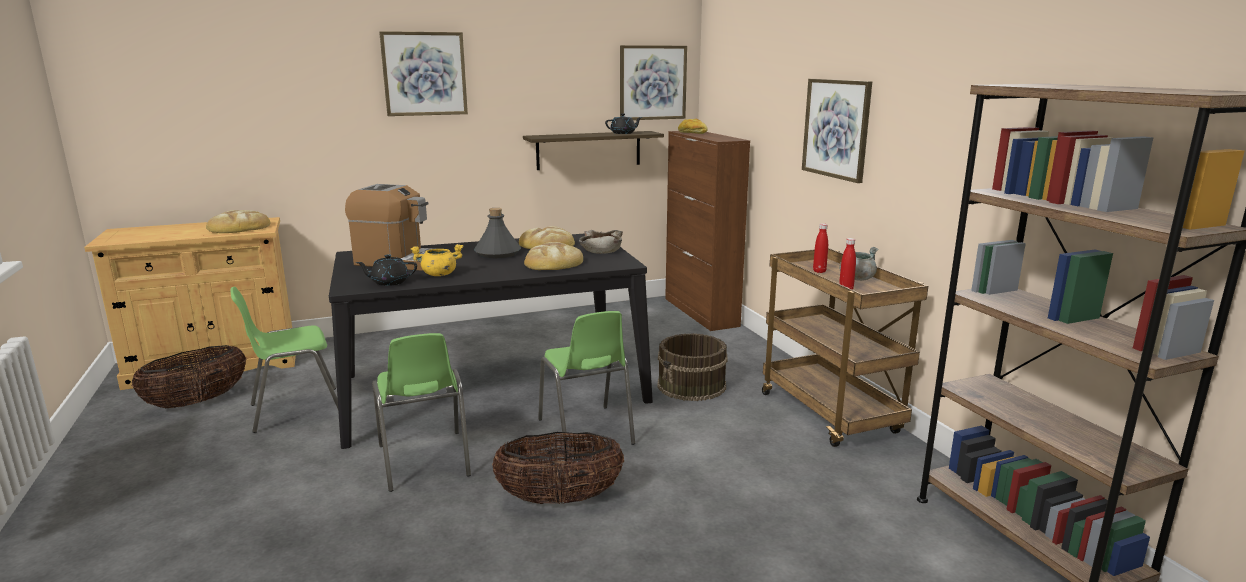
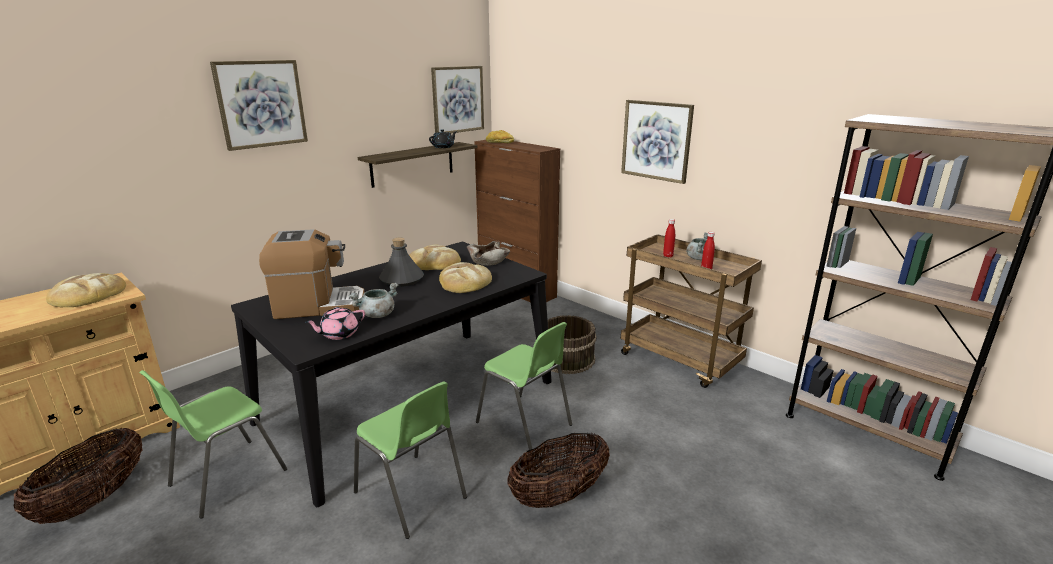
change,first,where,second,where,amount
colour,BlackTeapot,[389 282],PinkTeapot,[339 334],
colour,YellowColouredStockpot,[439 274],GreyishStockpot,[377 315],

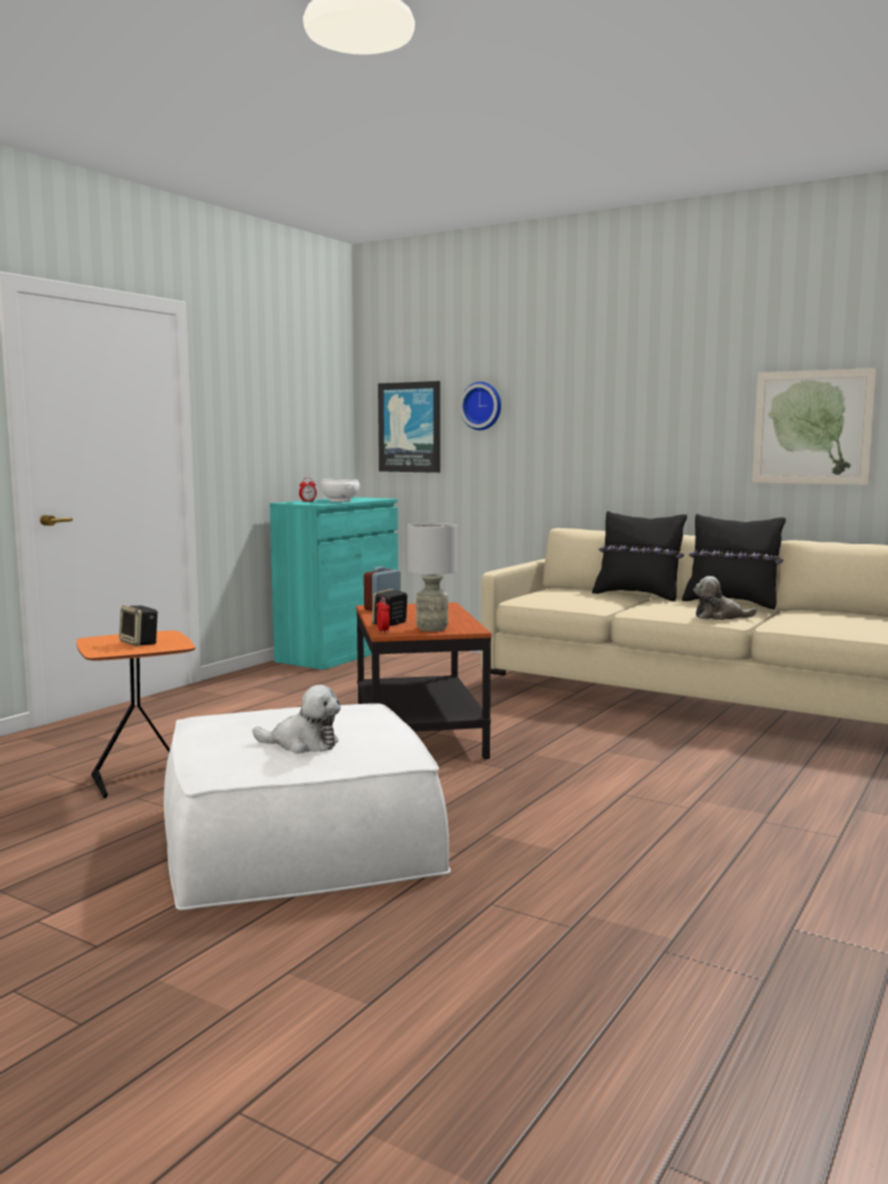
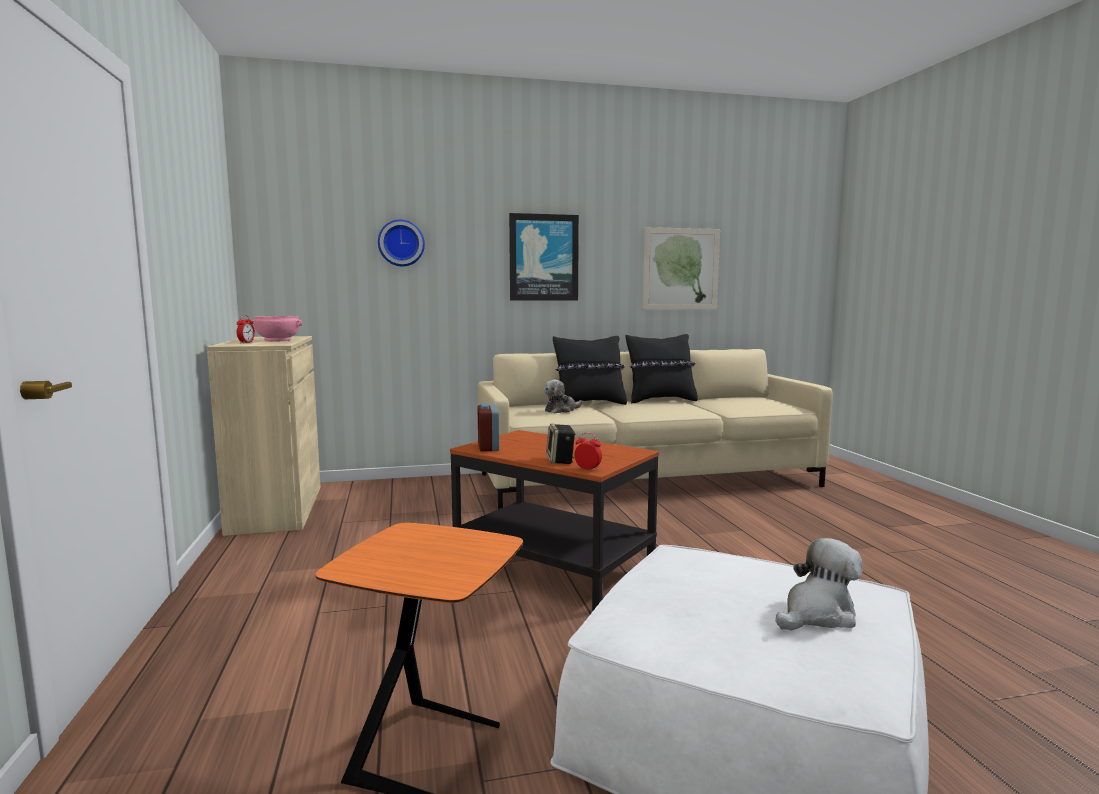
change,first,where,second,where,amount
colour,TurquoiseCupboard,[338 654],SandColouredCupboard,[277 509],
colour,WhitishServingBowl,[339 501],PinkServingBowl,[277 340],
relocated,Picture,[410 427],,[543 257],
relocated,SoftToy,[719 617],,[561 410],
missing,Speaker,[140 643],,,
missing,GreyishTabletopLamp,[432 629],,,

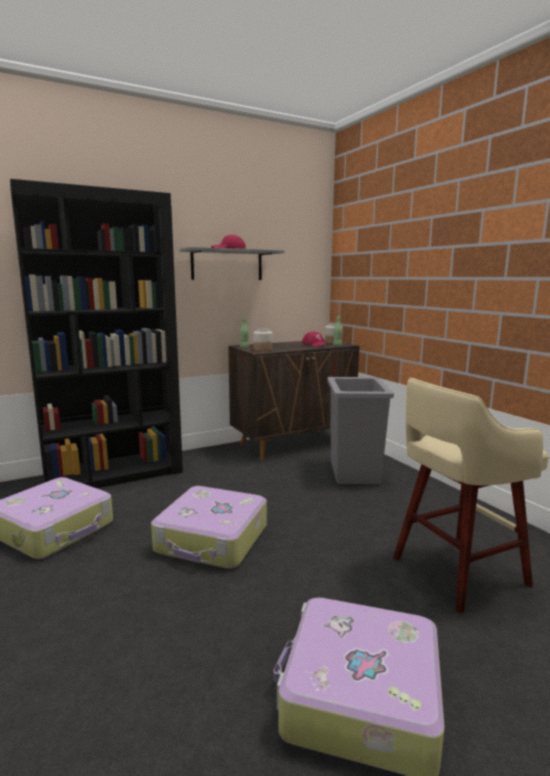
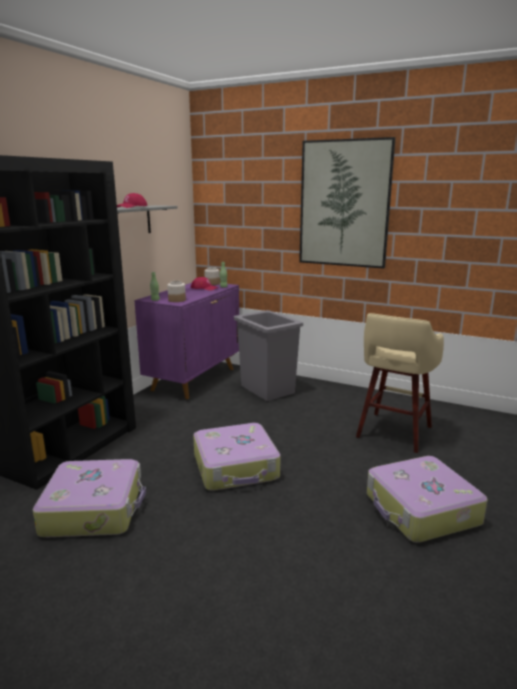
change,first,where,second,where,amount
colour,BrownColouredCupboard,[293 443],PurpleCupboard,[194 379],
appeared,,,Picture,[344 204],

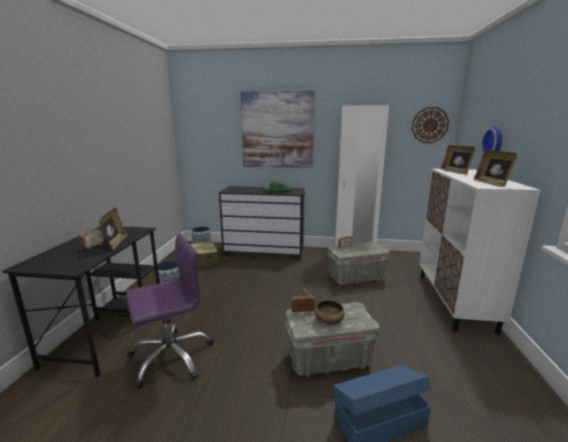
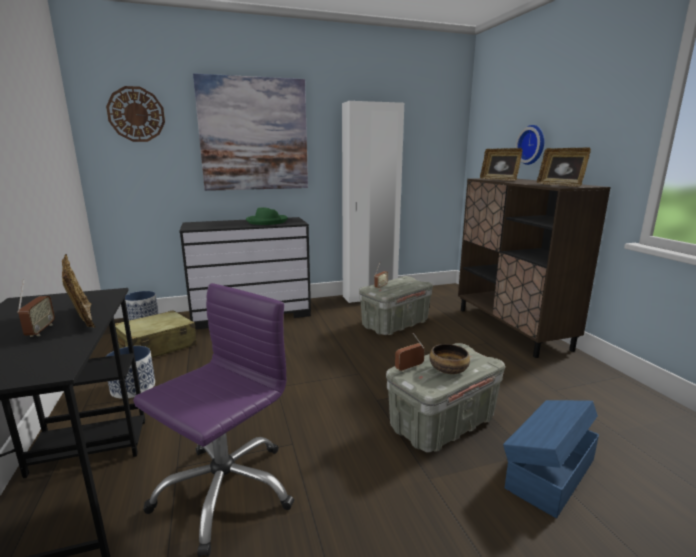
change,first,where,second,where,amount
relocated,WallClock,[429 125],,[136 114],
colour,WhitishCupboard,[454 301],BrownColouredCupboard,[511 328],

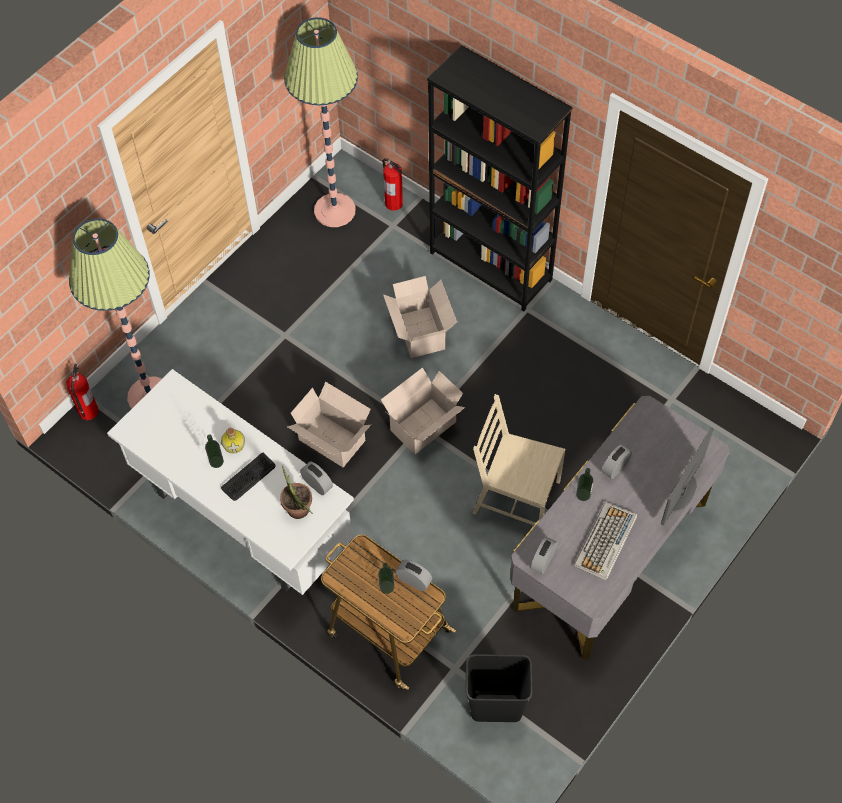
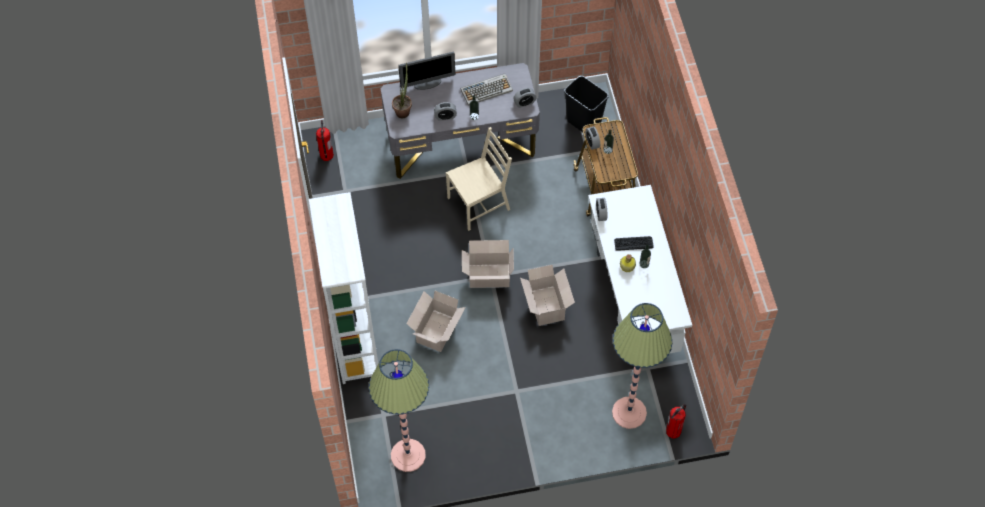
change,first,where,second,where,amount
colour,BlackBookcase,[491 266],WhitishBookcase,[354 340],
relocated,FireExtinguisher,[393 203],,[326 155],
relocated,Houseplant,[300 513],,[403 110],
spun,SandColouredUprightChair,[515 498],,[479 203],90 degrees counterclockwise

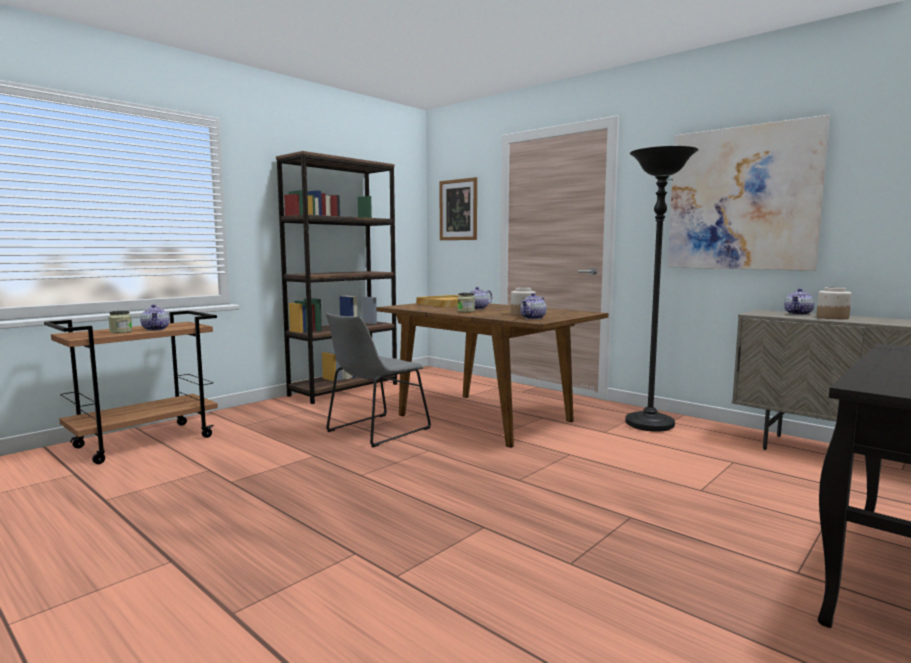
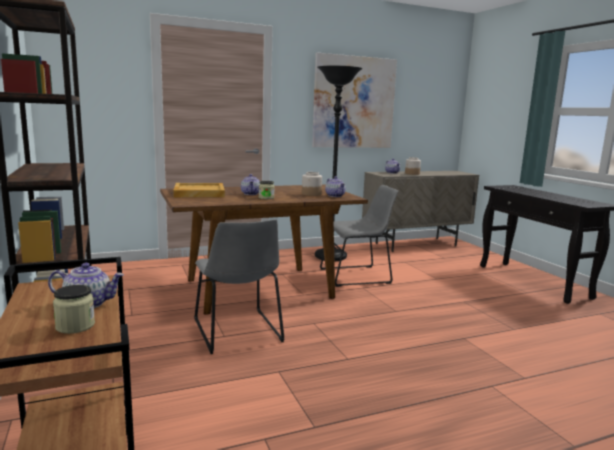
change,first,where,second,where,amount
appeared,,,GreyishUprightChair,[358 276],
missing,Picture,[458 210],,,

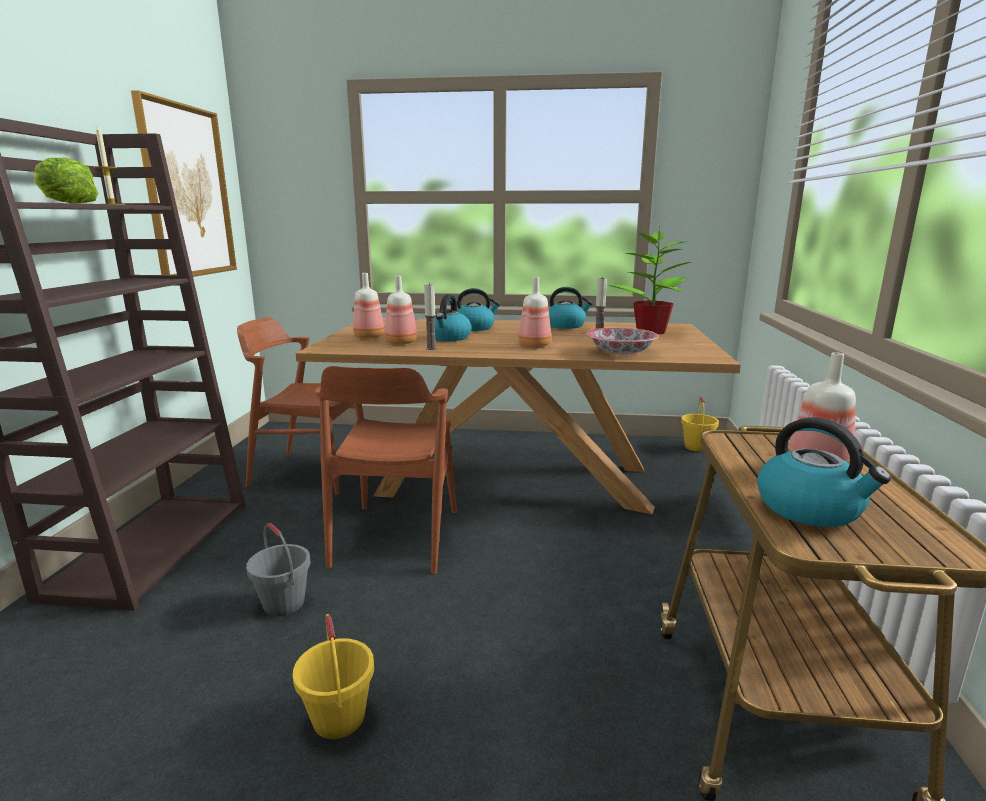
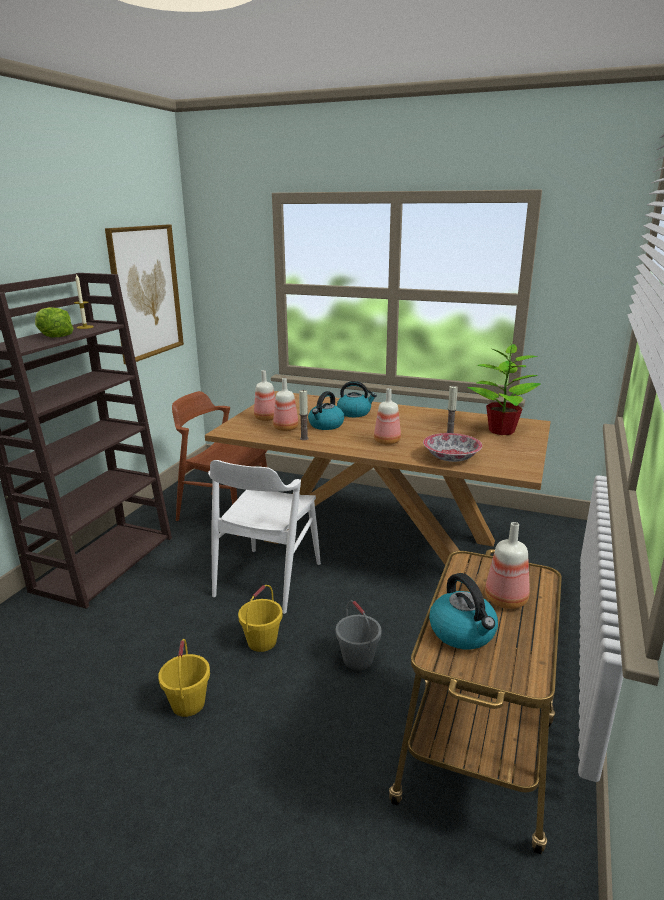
change,first,where,second,where,amount
colour,BrownColouredUprightChair,[396 537],WhitishUprightChair,[267 579],
relocated,YellowColouredBucket,[697 447],,[262 642],
relocated,GreyishBucket,[284 603],,[358 659],
missing,WaterKettle,[566 325],,,

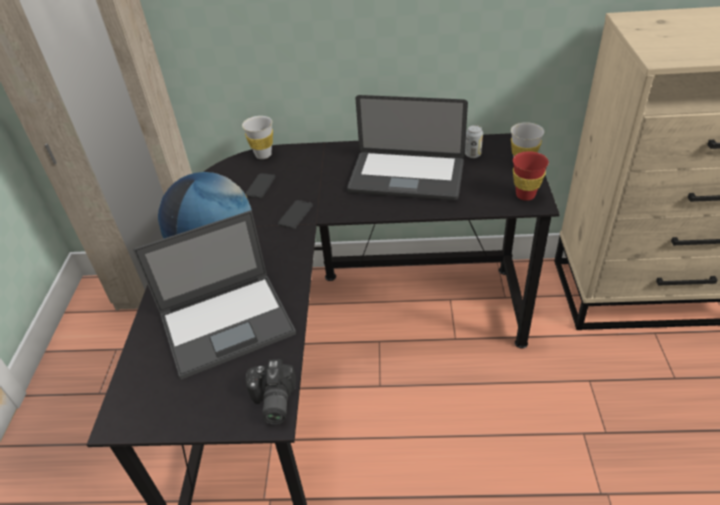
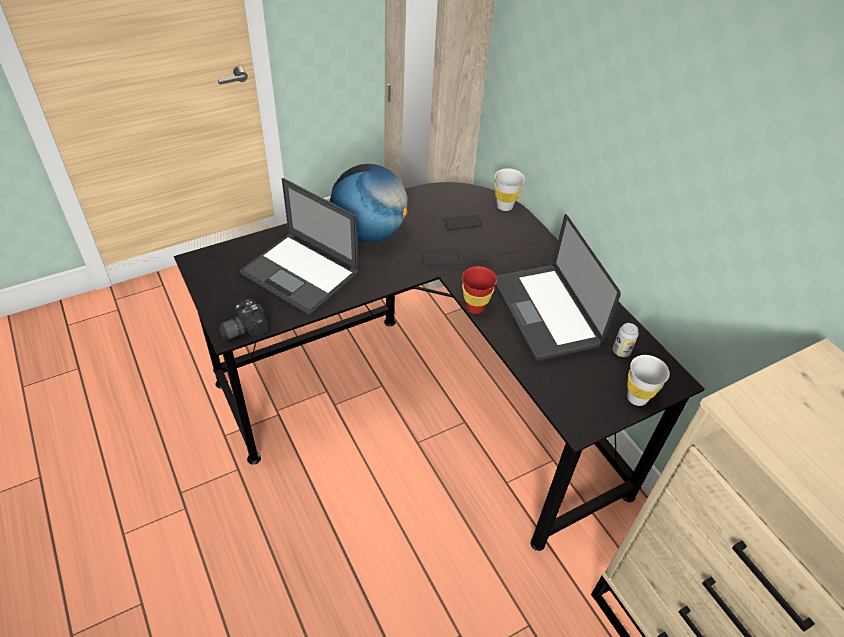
change,first,where,second,where,amount
relocated,ReddishSmallCup,[525 195],,[475 307],

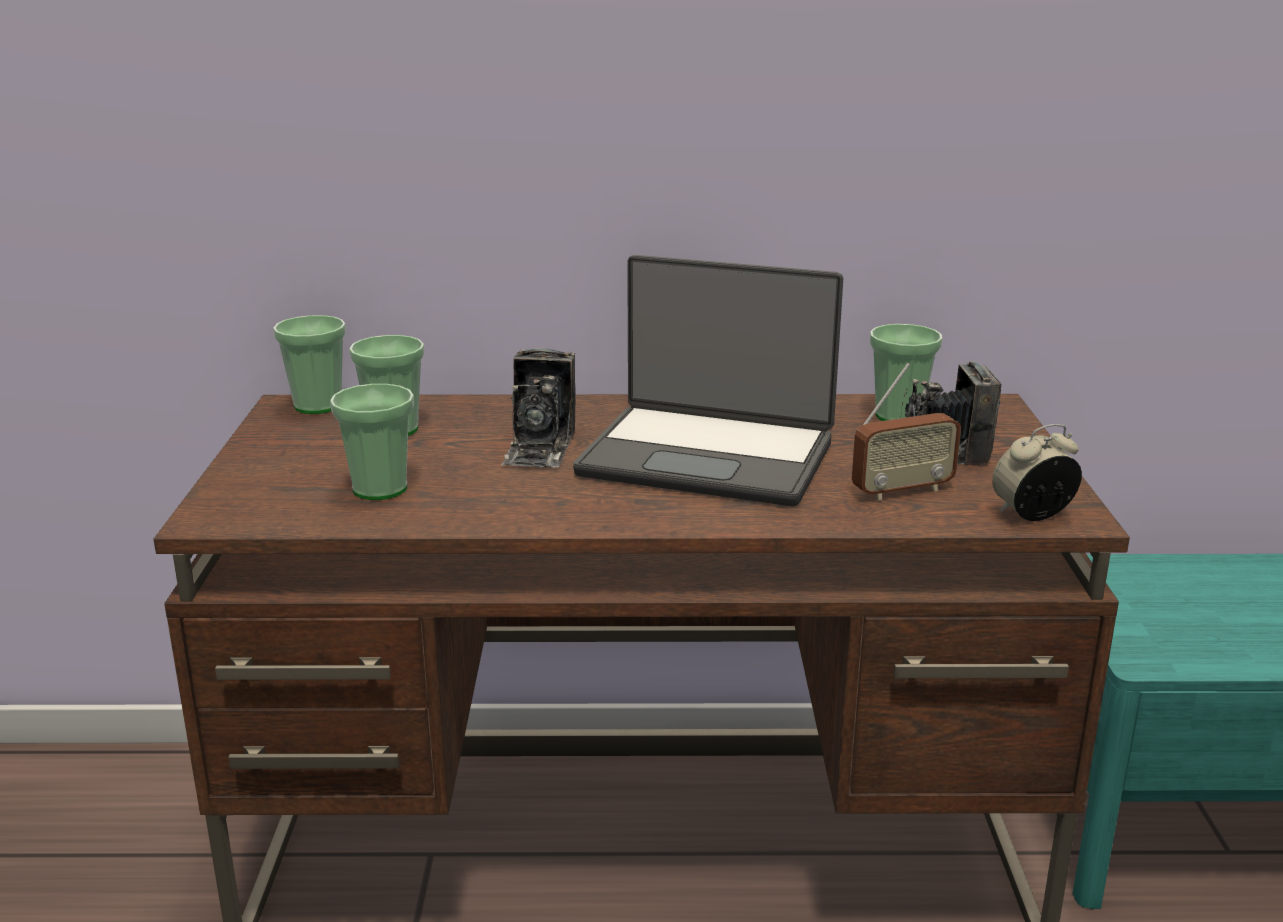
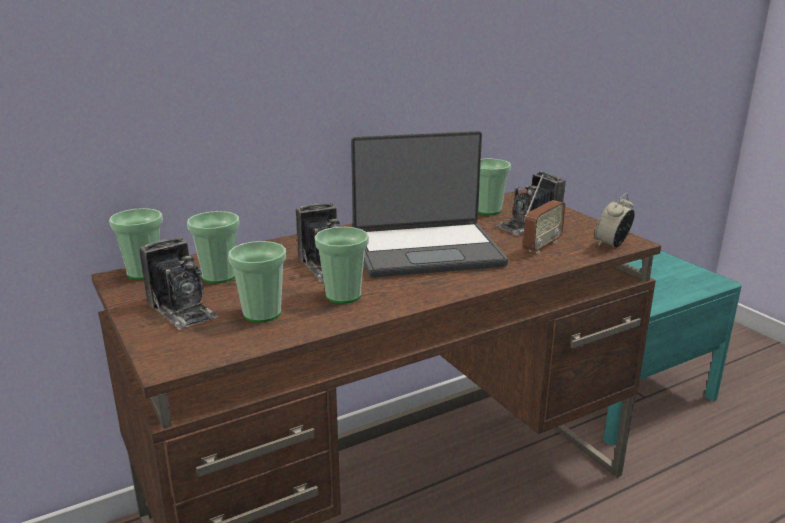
change,first,where,second,where,amount
appeared,,,StillCamera,[182 310],
appeared,,,SmallCup,[343 295],

